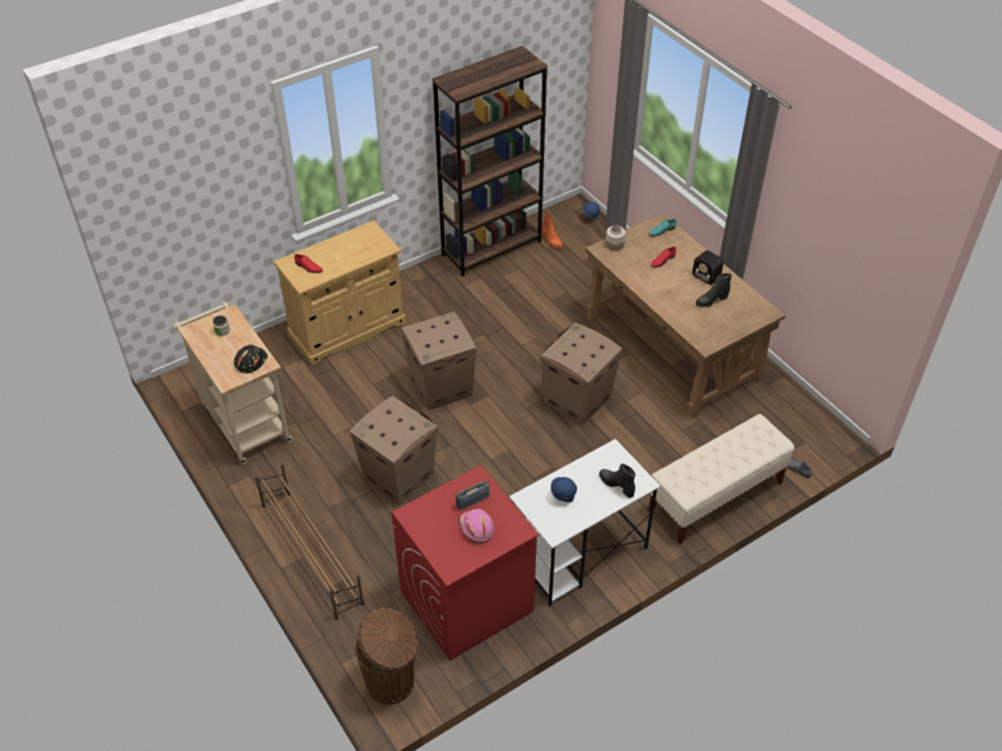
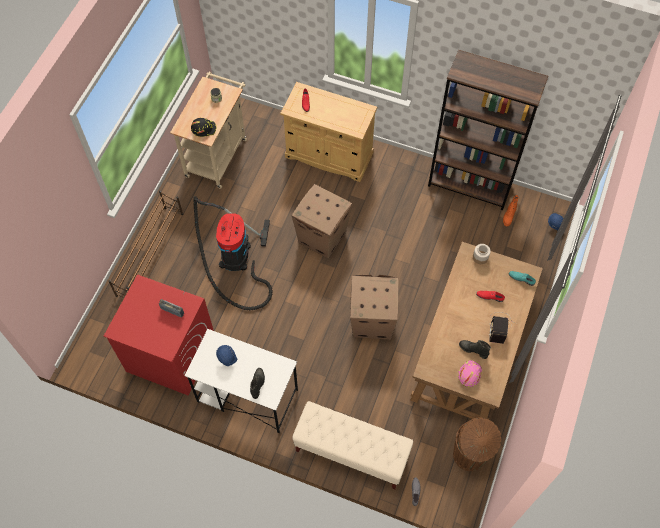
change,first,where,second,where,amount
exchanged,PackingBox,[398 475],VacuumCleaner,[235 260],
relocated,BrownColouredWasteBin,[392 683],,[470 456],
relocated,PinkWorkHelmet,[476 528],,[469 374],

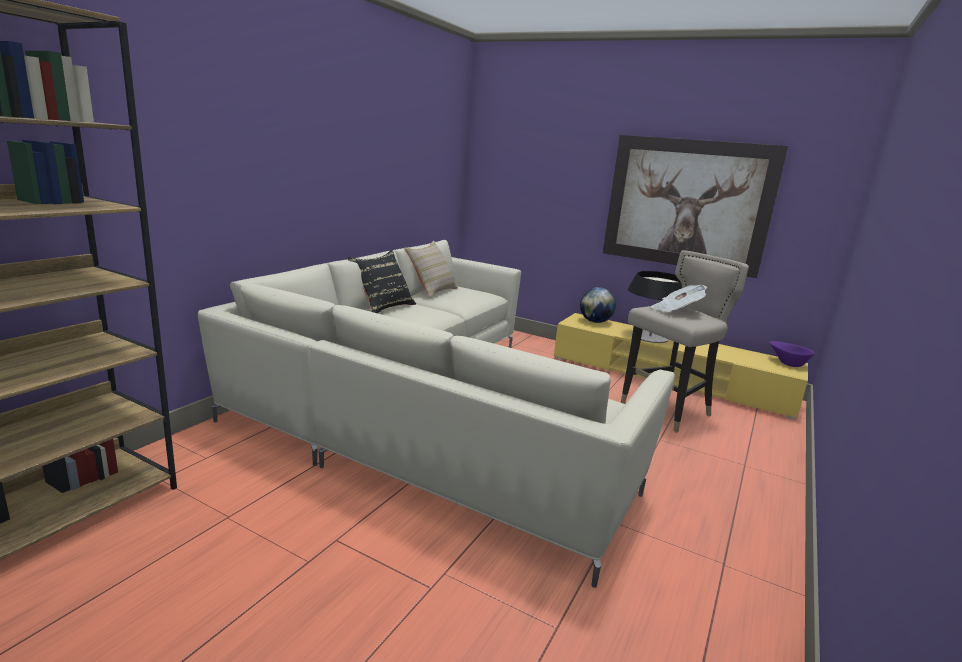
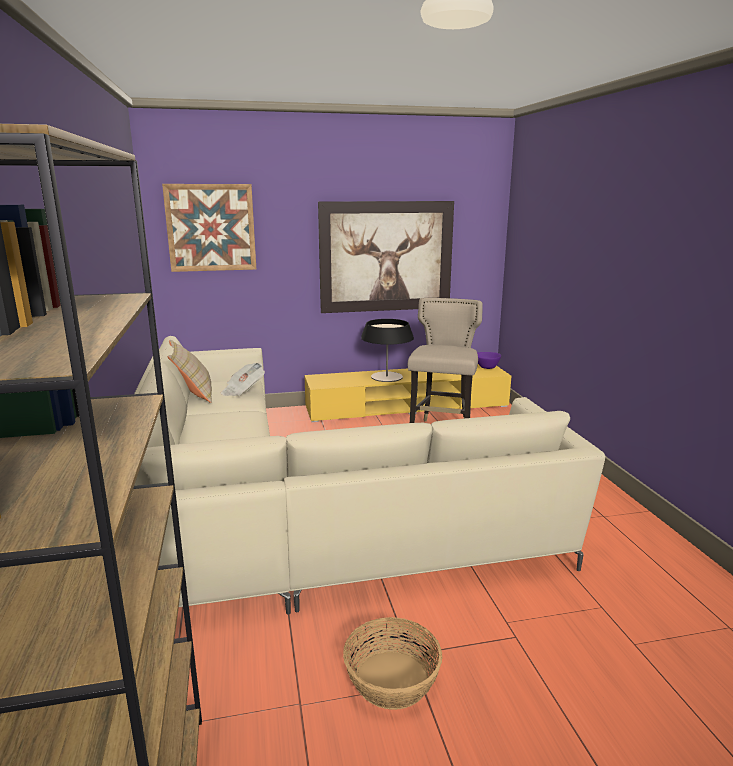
change,first,where,second,where,amount
appeared,,,Picture,[211 228],
relocated,PrintedPaper,[676 311],,[243 391],
appeared,,,HouseholdBasket,[391 679],
missing,BlackThrowPillow,[383 306],,,
missing,DeskGlobe,[595 321],,,

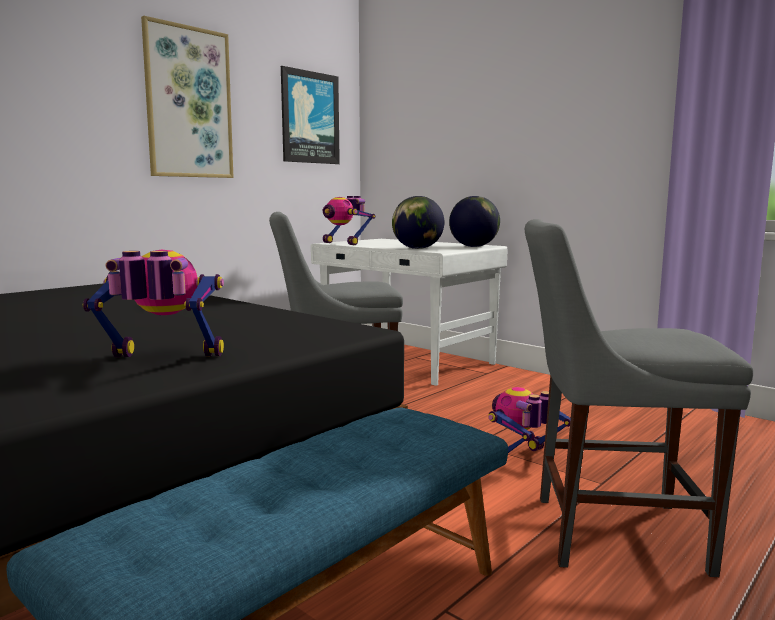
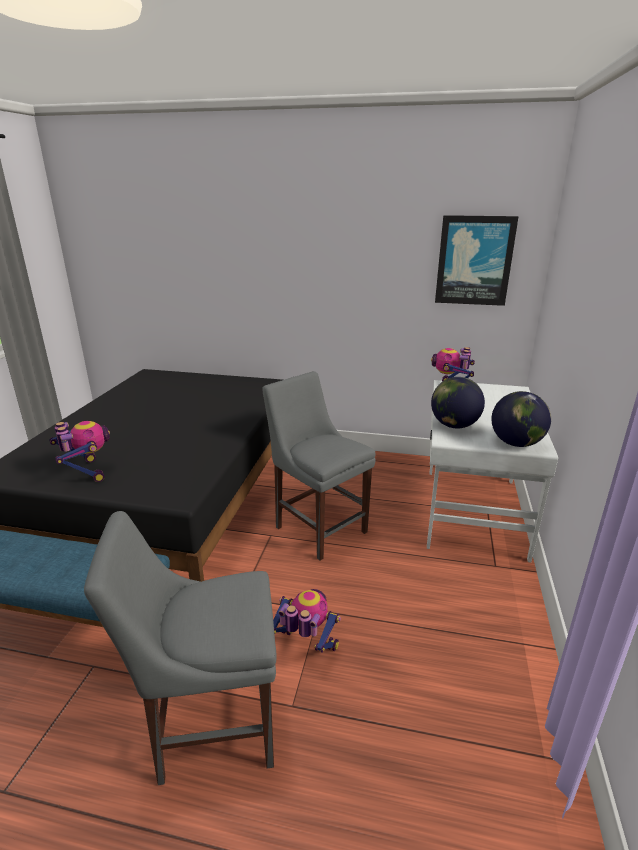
change,first,where,second,where,amount
spun,GreyishUprightChair,[608 532],,[210 725],75 degrees counterclockwise
missing,Picture,[188 103],,,

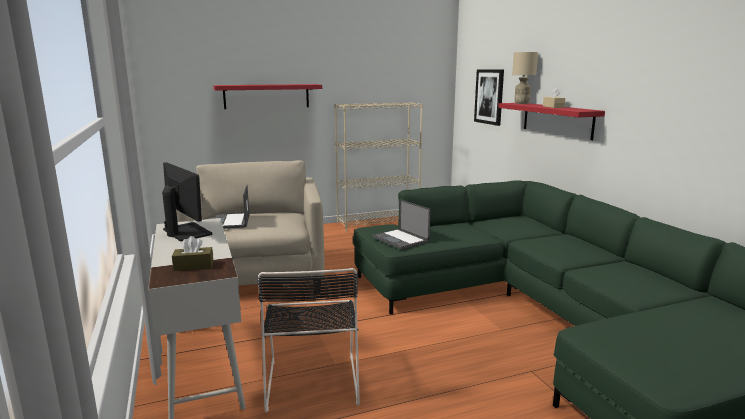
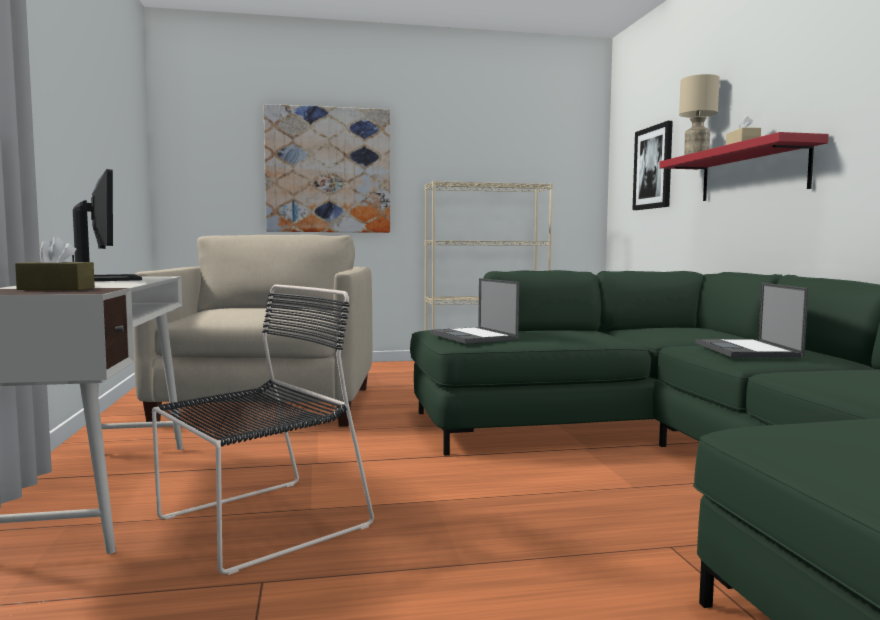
change,first,where,second,where,amount
spun,BlackUprightChair,[312 379],,[257 524],135 degrees counterclockwise
exchanged,ReddishWallShelf,[267 96],Picture,[328 170],
relocated,PortableComputer,[230 222],,[747 350],

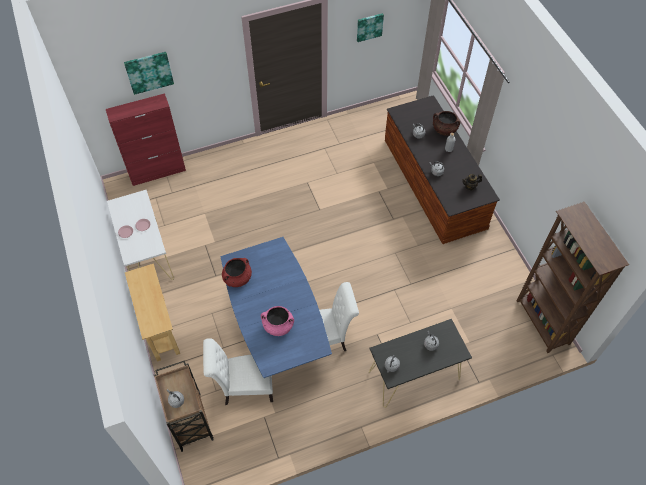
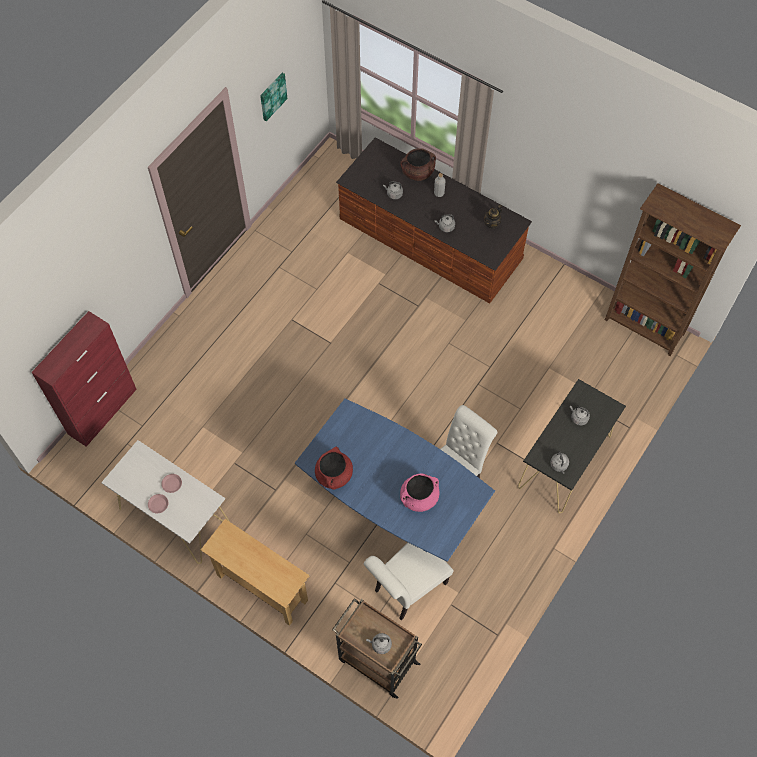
change,first,where,second,where,amount
missing,Picture,[149 72],,,

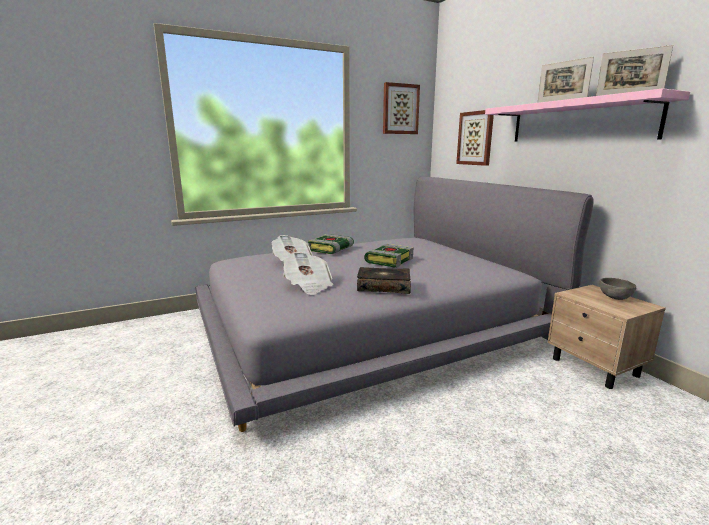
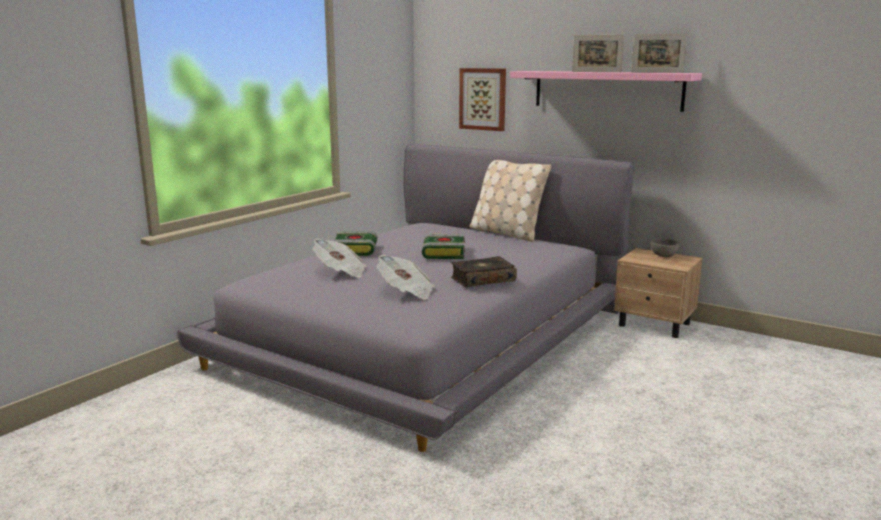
change,first,where,second,where,amount
appeared,,,SandColouredThrowPillow,[506 233],
missing,Picture,[400 109],,,

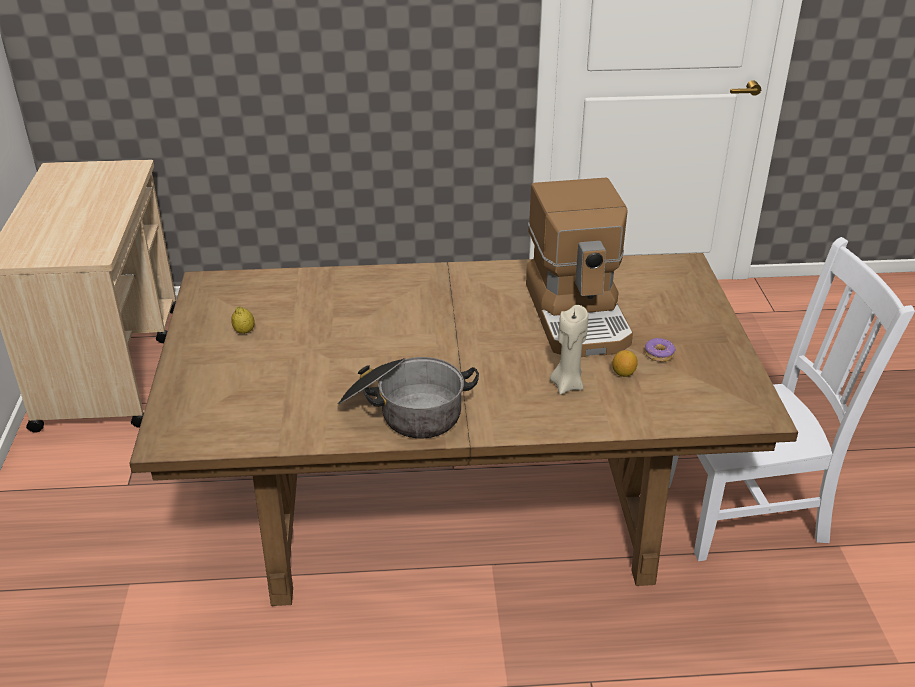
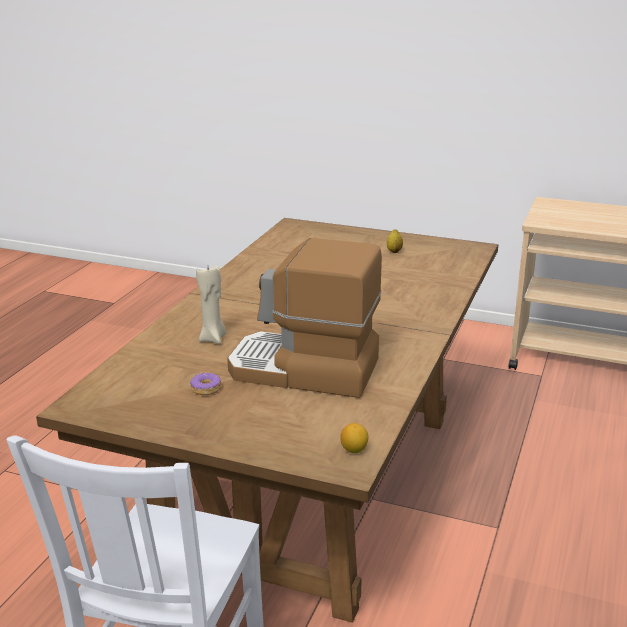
change,first,where,second,where,amount
relocated,WholeLemon,[623 373],,[354 450],
missing,Stockpot,[404 412],,,

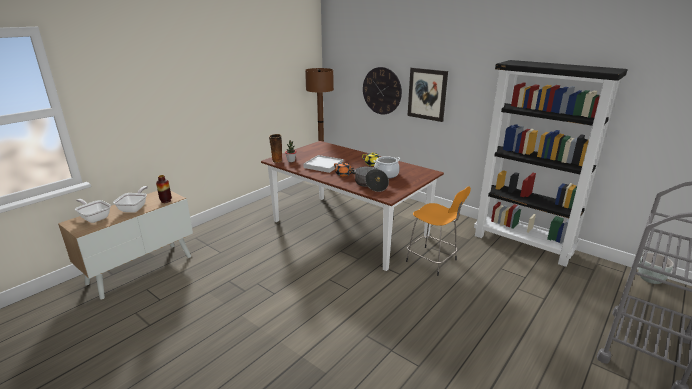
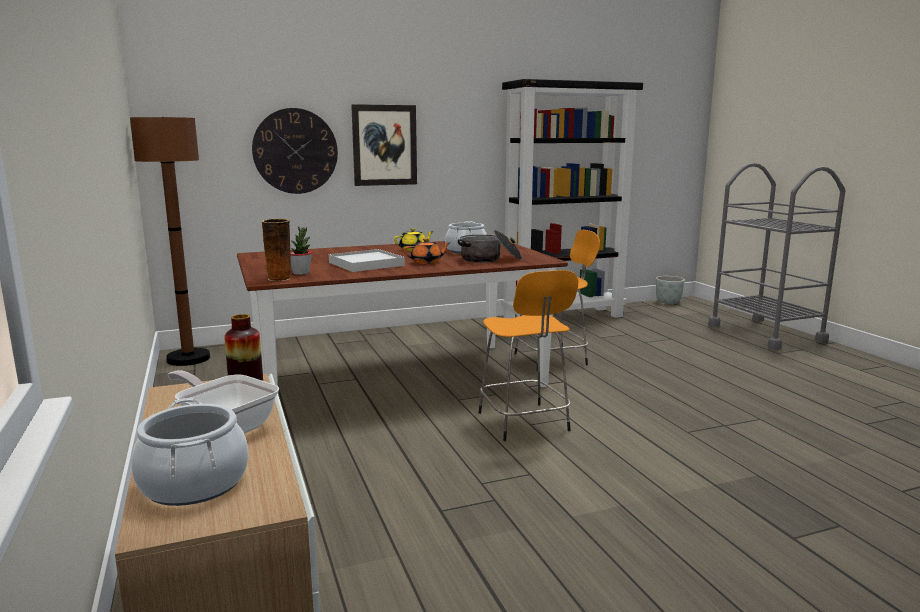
change,first,where,second,where,amount
exchanged,Pan,[94 218],Stockpot,[193 483],
appeared,,,OrangeySittingStool,[524 423],

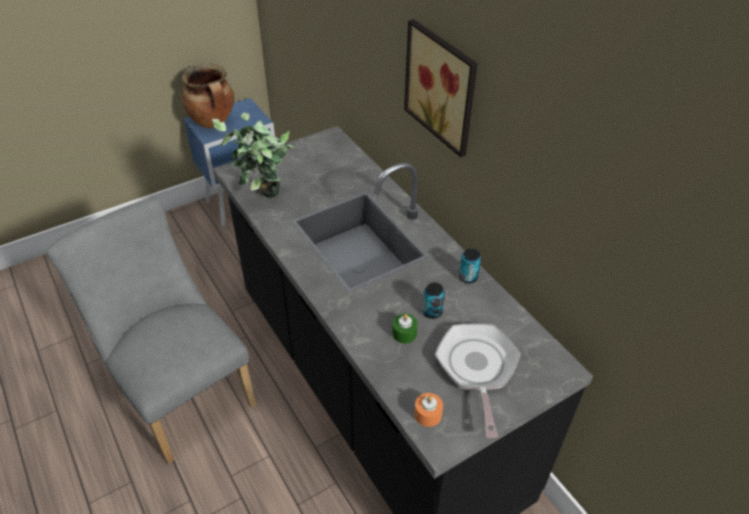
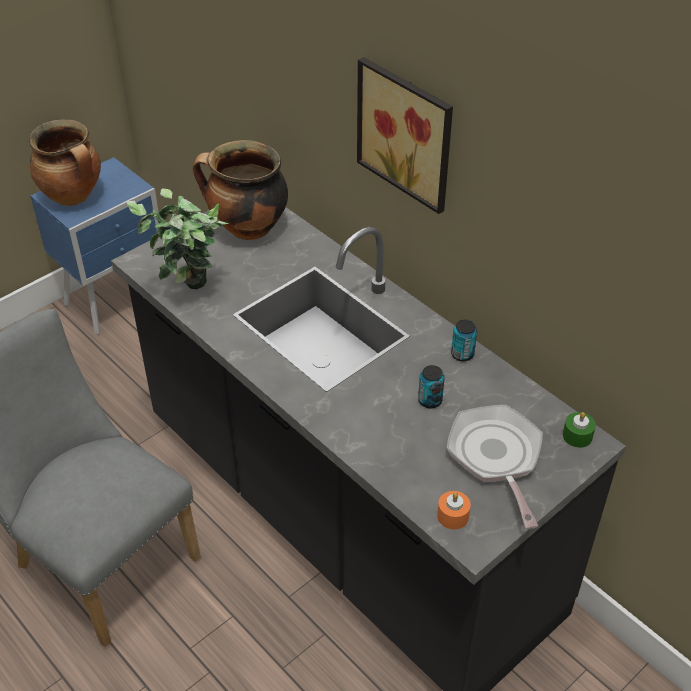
change,first,where,second,where,amount
appeared,,,Stockpot,[247 229],
relocated,GreenColouredWaxCandle,[404 333],,[577 436],

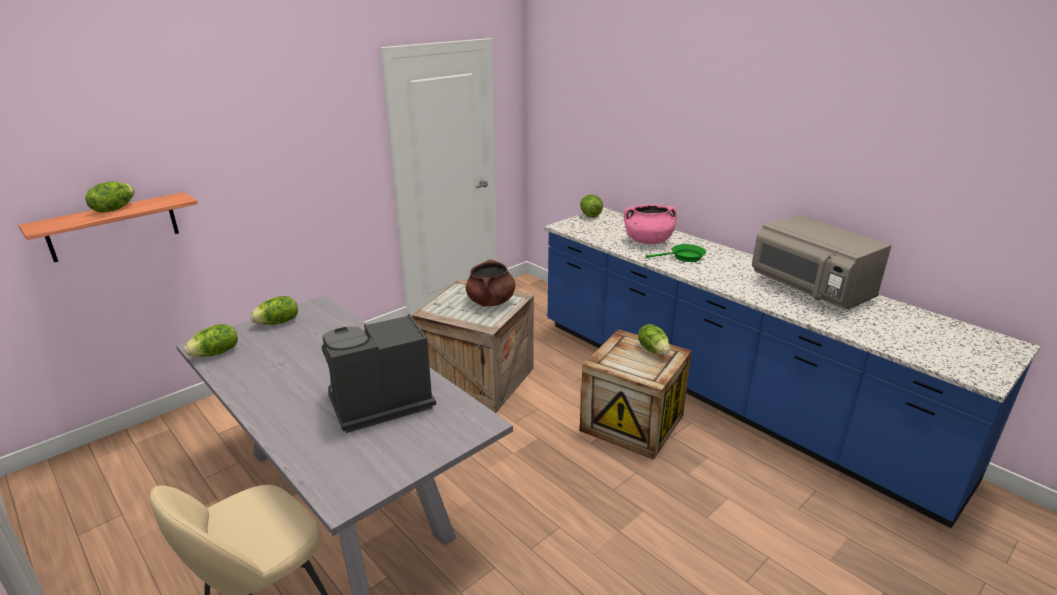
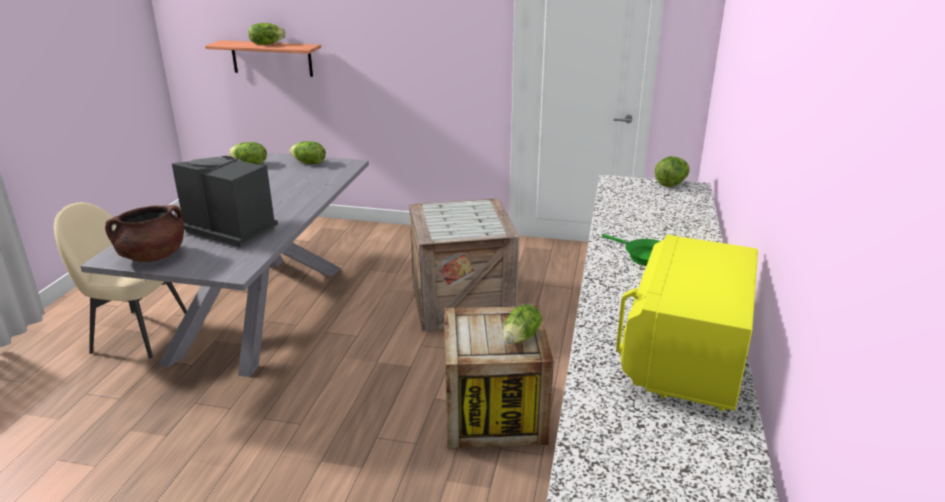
change,first,where,second,where,amount
relocated,BrownColouredStockpot,[491 302],,[153 256],
colour,GreyishKitchenMicrowave,[810 289],YellowColouredKitchenMicrowave,[684 356],
missing,PinkStockpot,[648 241],,,

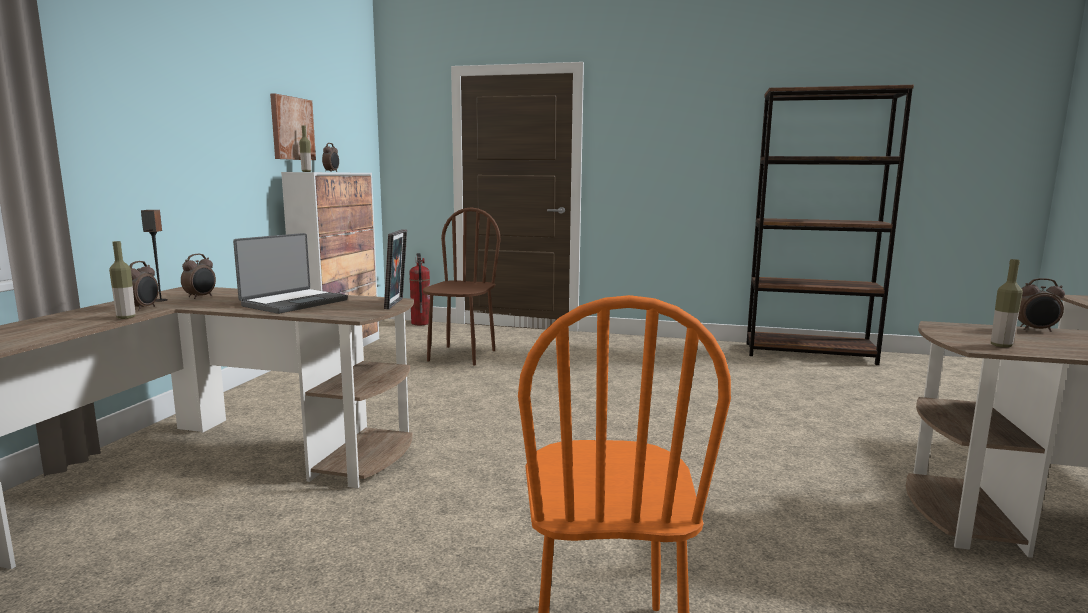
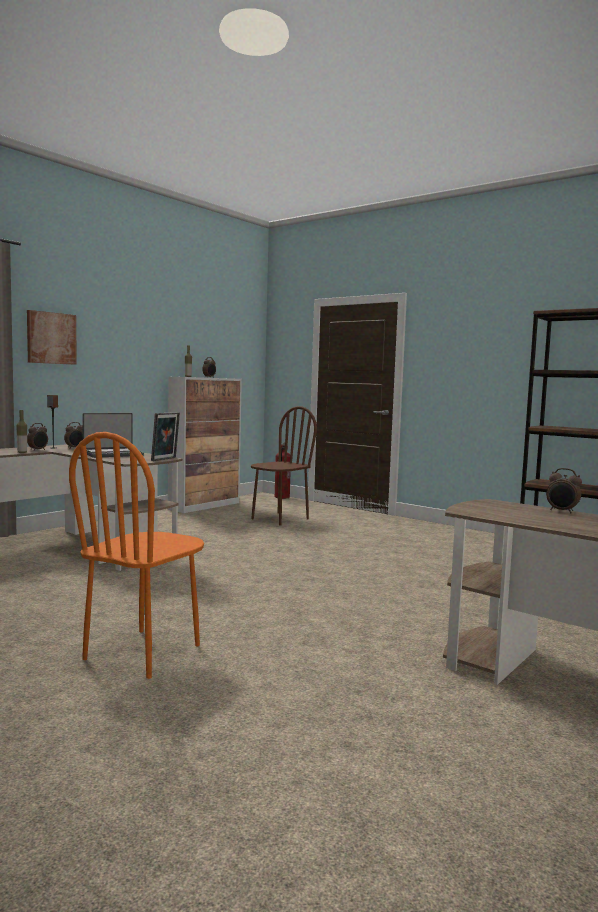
change,first,where,second,where,amount
relocated,Picture,[292 128],,[51 338],
missing,DrinkBottle,[1001 346],,,

